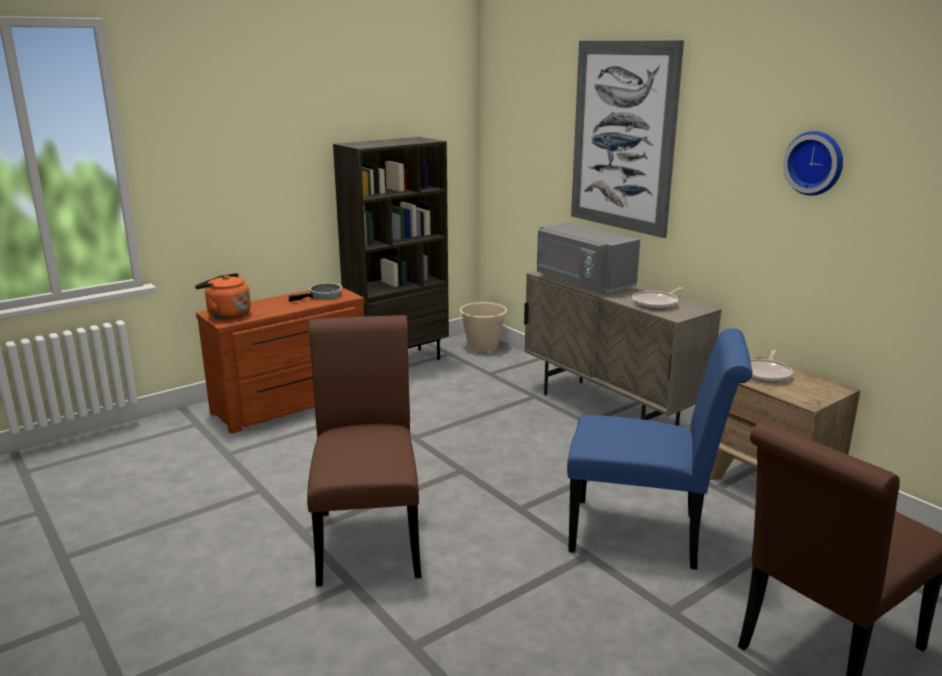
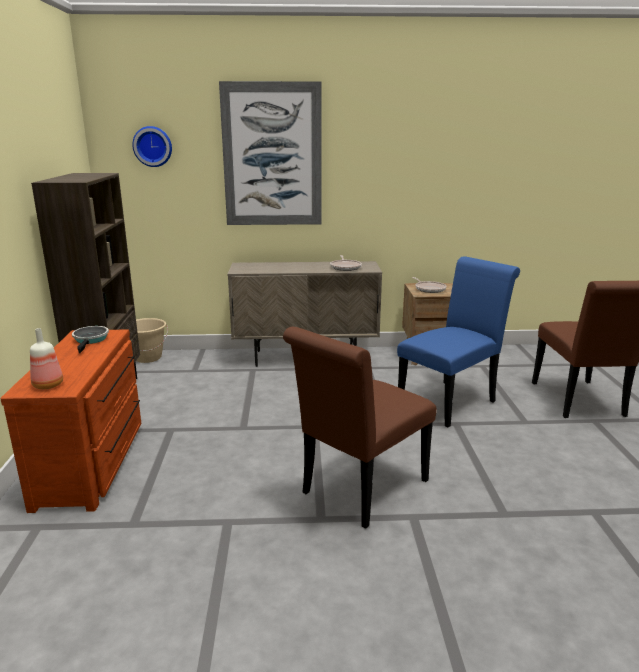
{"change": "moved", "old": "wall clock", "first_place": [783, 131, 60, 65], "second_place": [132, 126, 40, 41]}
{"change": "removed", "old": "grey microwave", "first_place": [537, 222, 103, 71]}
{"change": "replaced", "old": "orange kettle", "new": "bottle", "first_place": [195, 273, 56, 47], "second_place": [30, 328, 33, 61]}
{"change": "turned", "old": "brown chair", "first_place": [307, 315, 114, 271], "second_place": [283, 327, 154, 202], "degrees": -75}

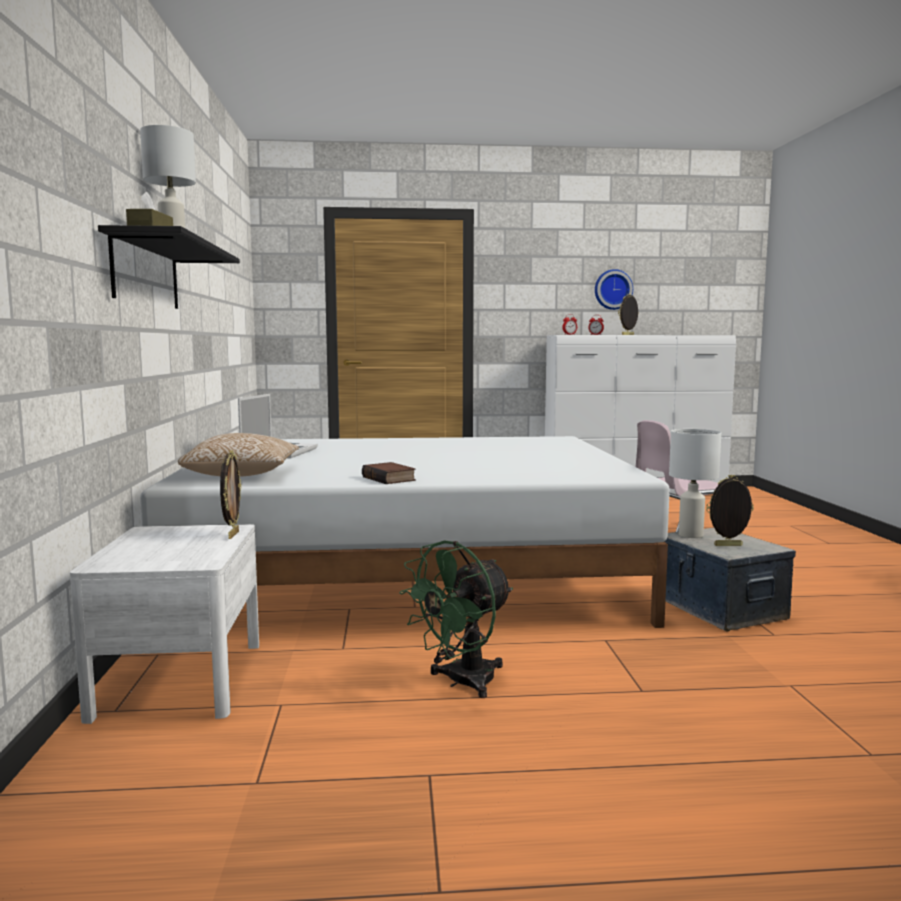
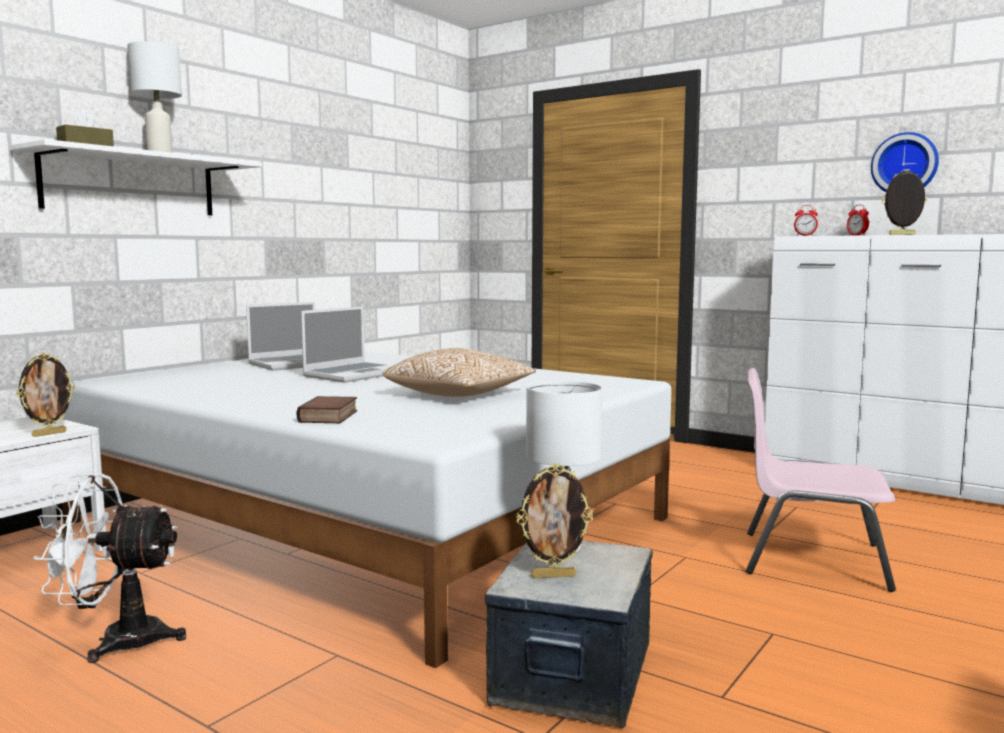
{"change": "recoloured", "old": "black shelf", "new": "white shelf", "first_place": [98, 225, 142, 84], "second_place": [10, 139, 252, 76]}
{"change": "moved", "old": "pillow", "first_place": [178, 433, 121, 44], "second_place": [383, 348, 153, 49]}
{"change": "moved", "old": "book", "first_place": [362, 462, 54, 22], "second_place": [297, 396, 60, 27]}
{"change": "turned", "old": "picture frame", "first_place": [706, 475, 48, 71], "second_place": [517, 463, 76, 115], "degrees": 135}
{"change": "recoloured", "old": "green fan", "new": "white fan", "first_place": [399, 540, 114, 158], "second_place": [33, 473, 153, 190]}
{"change": "added", "new": "laptop", "second_place": [301, 306, 90, 77]}

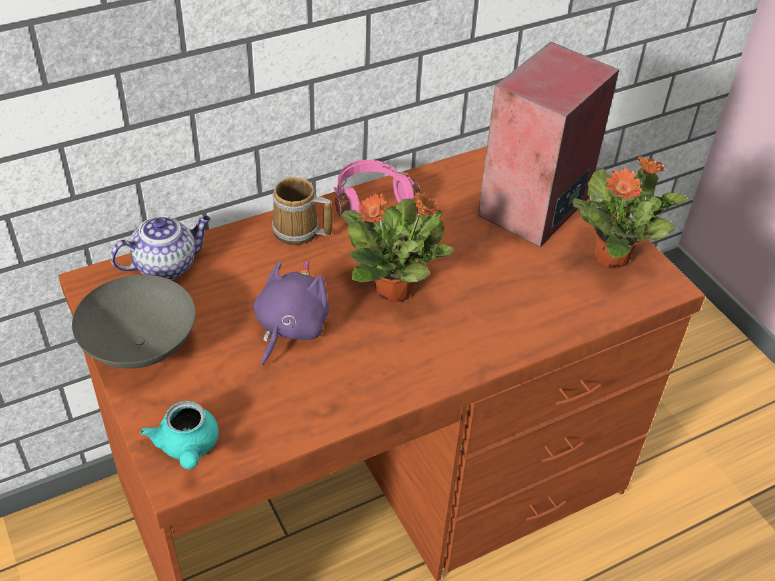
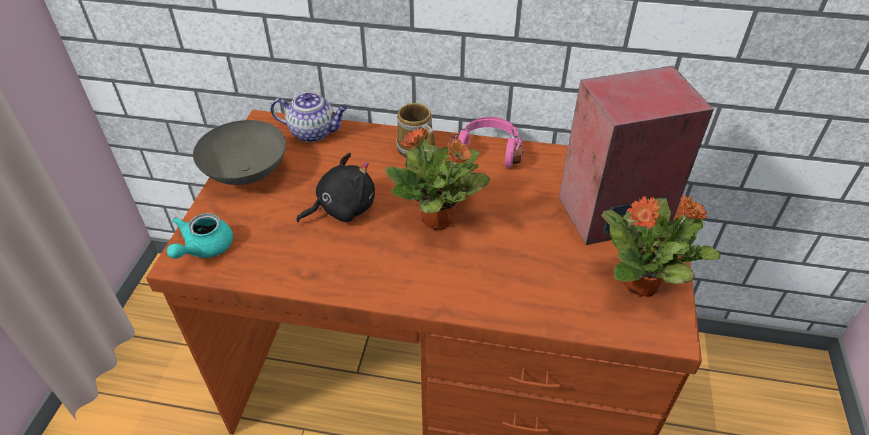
{"change": "recoloured", "old": "purple plush toy", "new": "black plush toy", "first_place": [253, 261, 76, 104], "second_place": [296, 153, 79, 69]}

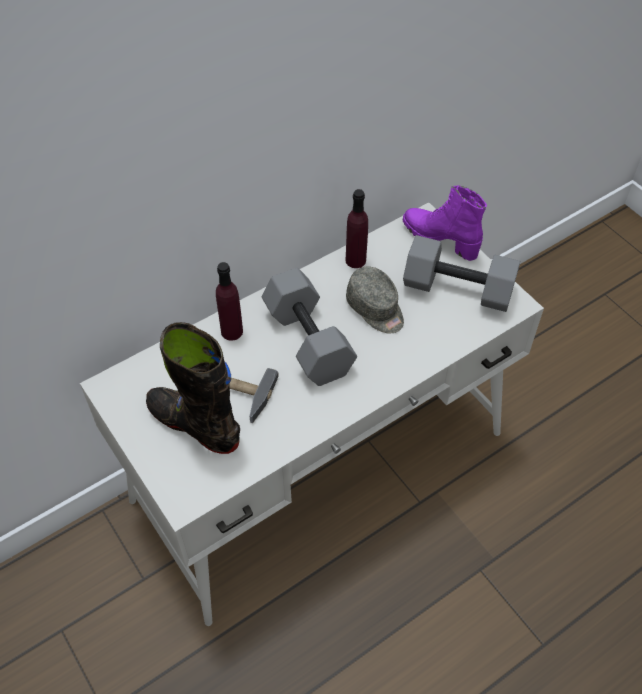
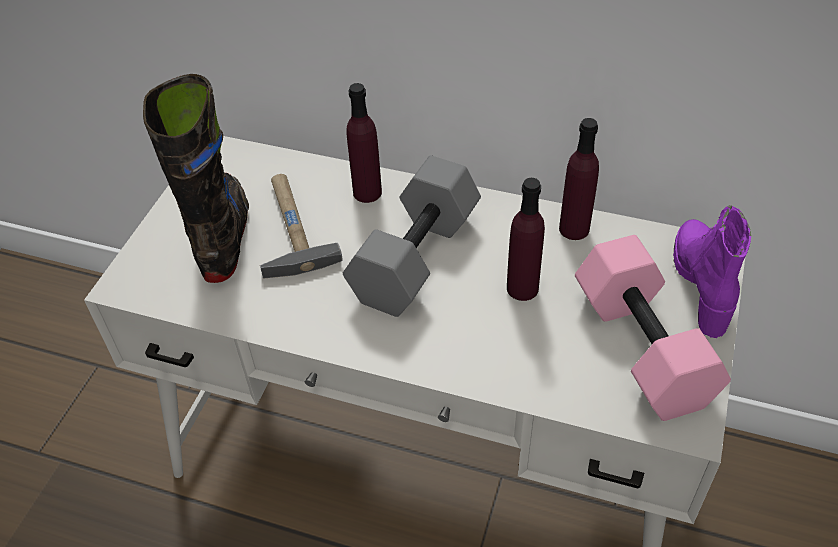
{"change": "recoloured", "old": "grey dumbbell", "new": "pink dumbbell", "first_place": [403, 235, 117, 77], "second_place": [575, 235, 156, 186]}
{"change": "replaced", "old": "grey cap", "new": "purple bottle", "first_place": [346, 267, 58, 66], "second_place": [507, 178, 38, 123]}

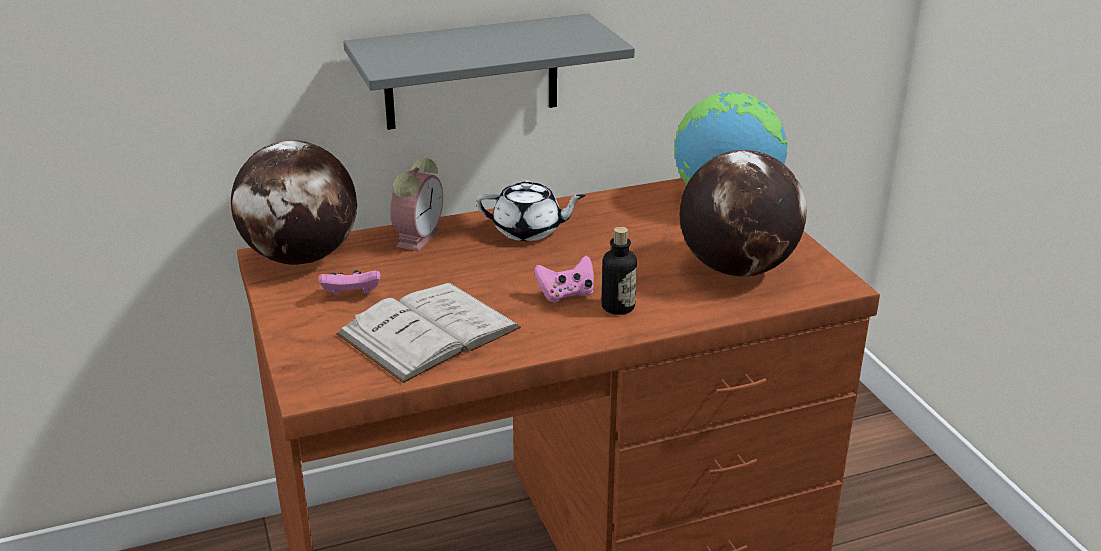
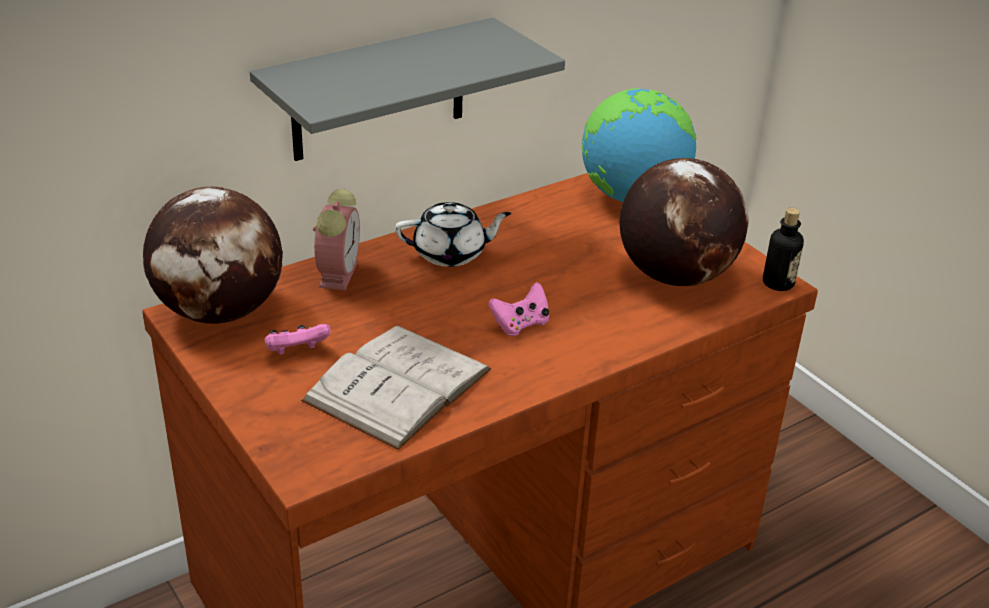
{"change": "moved", "old": "bottle", "first_place": [601, 227, 36, 88], "second_place": [763, 208, 41, 83]}

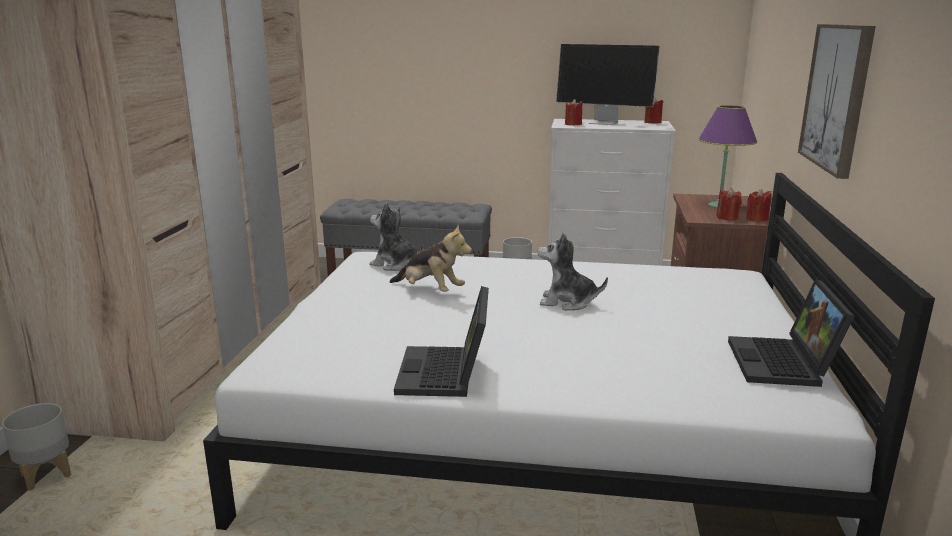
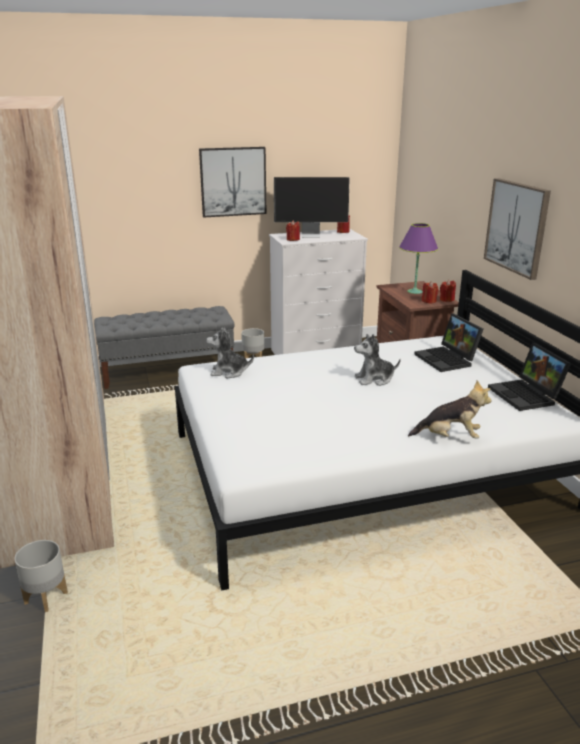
{"change": "moved", "old": "plush toy", "first_place": [390, 225, 82, 67], "second_place": [408, 380, 84, 59]}
{"change": "moved", "old": "laptop", "first_place": [394, 286, 95, 111], "second_place": [414, 313, 69, 59]}
{"change": "added", "new": "picture", "second_place": [199, 147, 68, 70]}

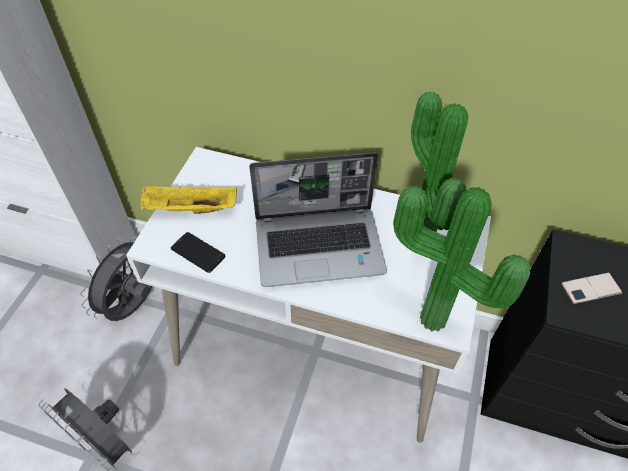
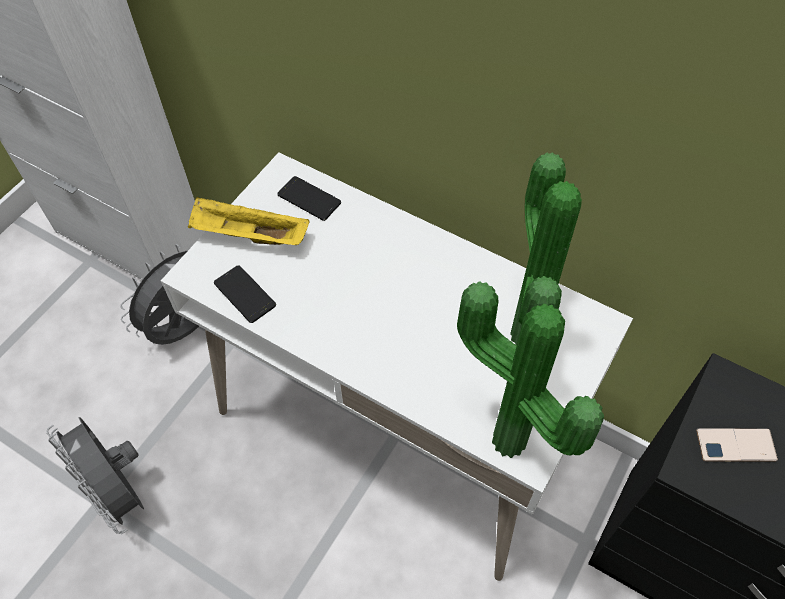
{"change": "removed", "old": "laptop", "first_place": [249, 152, 138, 135]}
{"change": "added", "new": "phone", "second_place": [277, 176, 64, 45]}

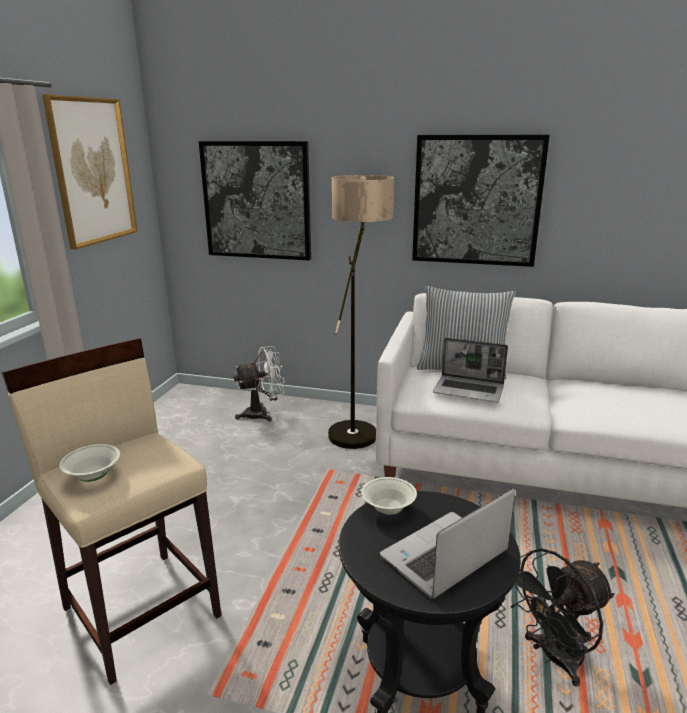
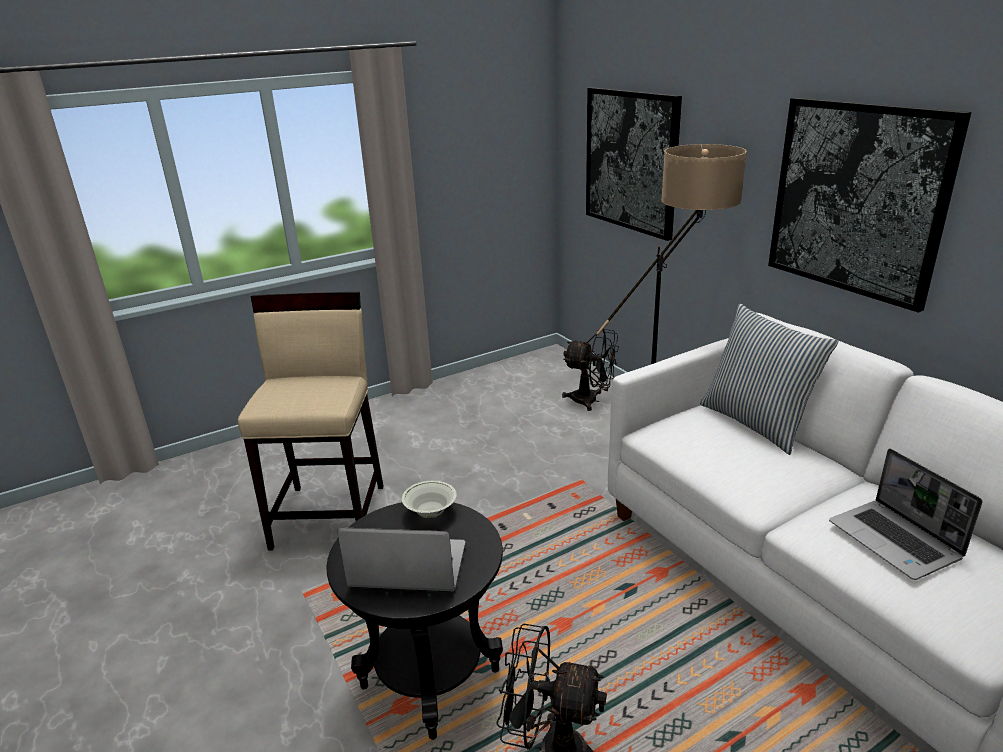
{"change": "removed", "old": "picture", "first_place": [42, 94, 95, 155]}
{"change": "moved", "old": "laptop", "first_place": [433, 338, 75, 64], "second_place": [829, 448, 153, 132]}
{"change": "recoloured", "old": "white fan", "new": "black fan", "first_place": [234, 346, 51, 76], "second_place": [562, 329, 57, 82]}
{"change": "removed", "old": "white bowl", "first_place": [59, 444, 61, 38]}

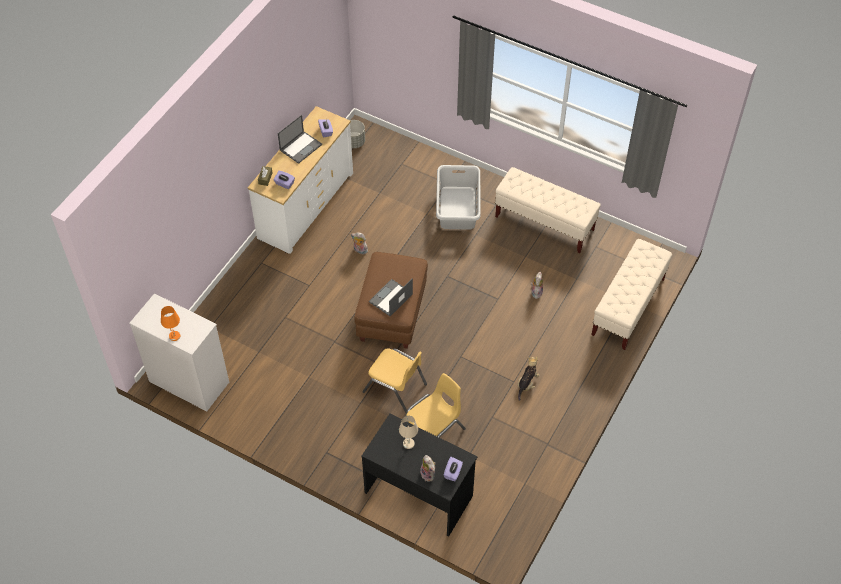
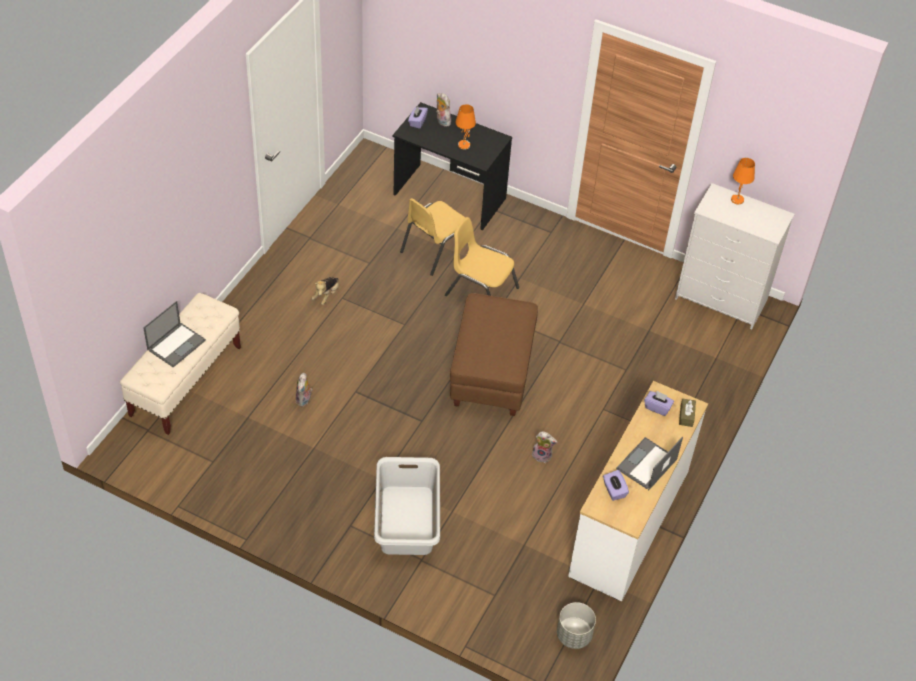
{"change": "removed", "old": "beige bench", "first_place": [495, 167, 106, 86]}
{"change": "moved", "old": "laptop", "first_place": [369, 278, 44, 38], "second_place": [143, 301, 63, 66]}
{"change": "recoloured", "old": "beige table lamp", "new": "orange table lamp", "first_place": [399, 416, 19, 33], "second_place": [456, 104, 20, 46]}

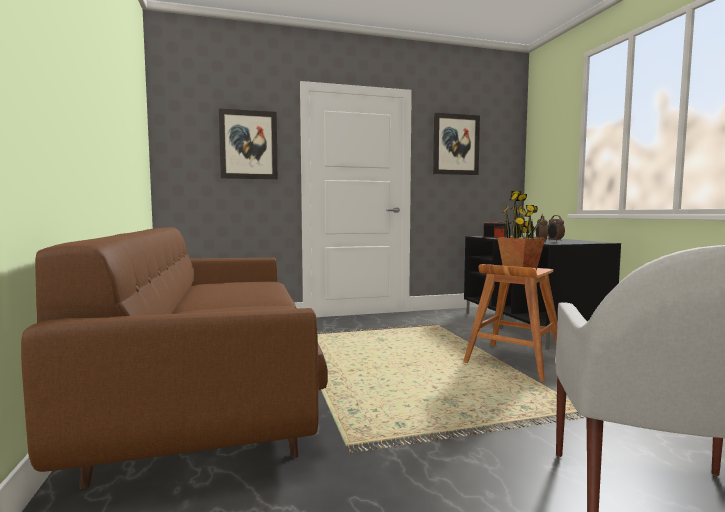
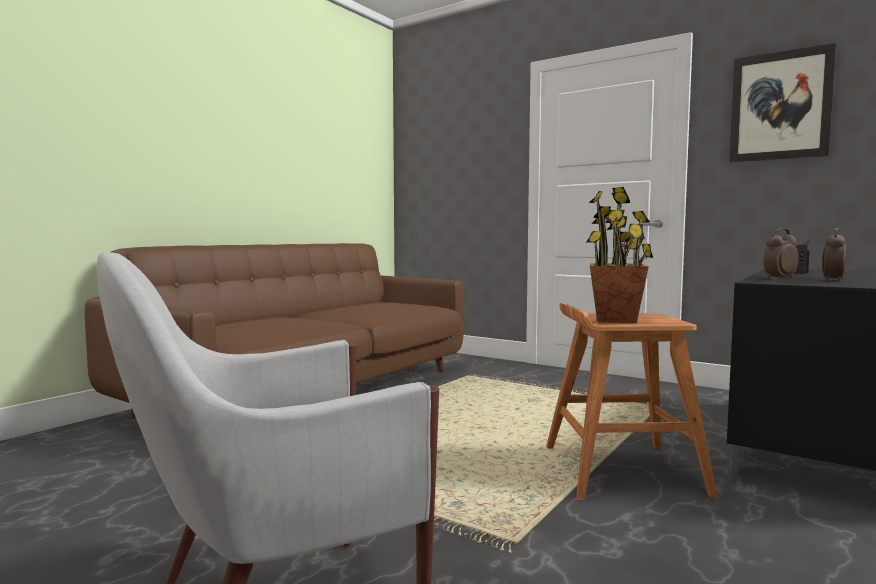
{"change": "removed", "old": "picture", "first_place": [219, 108, 59, 72]}

